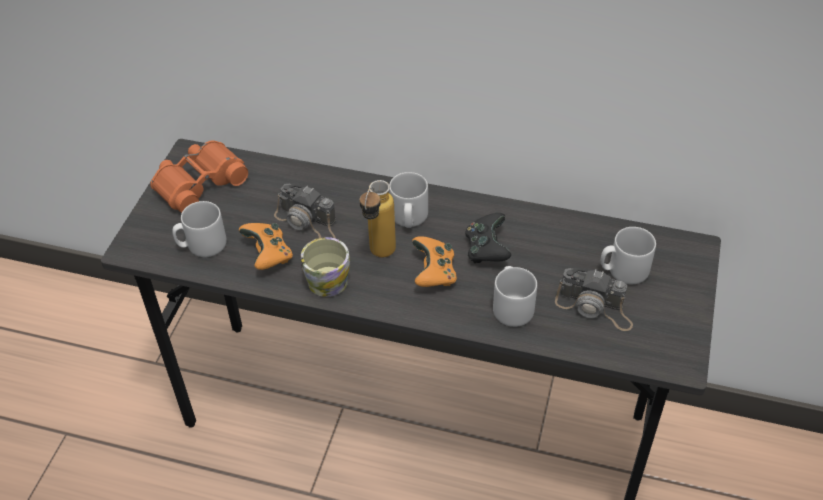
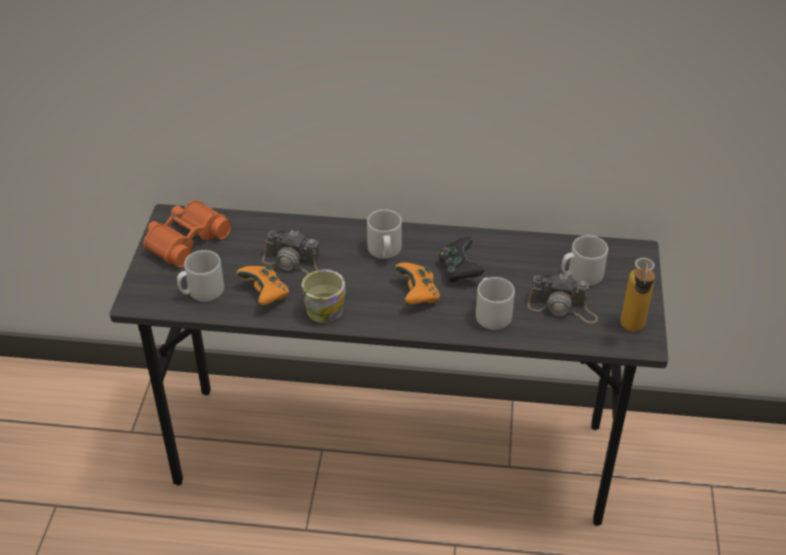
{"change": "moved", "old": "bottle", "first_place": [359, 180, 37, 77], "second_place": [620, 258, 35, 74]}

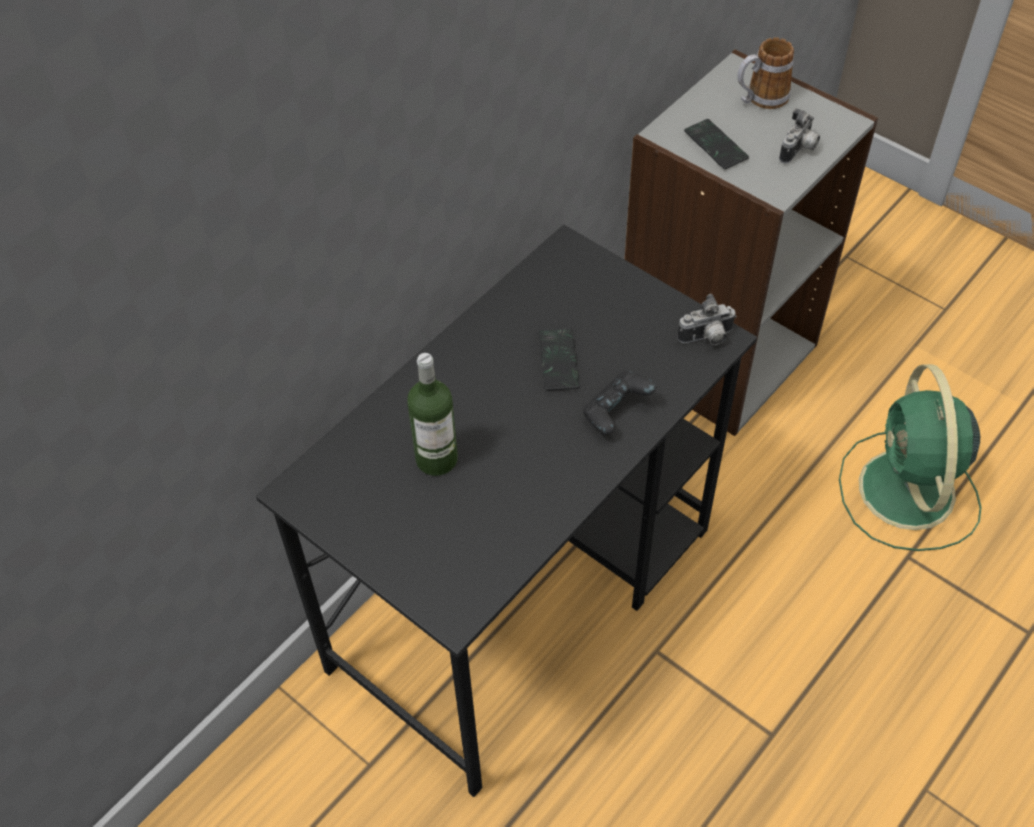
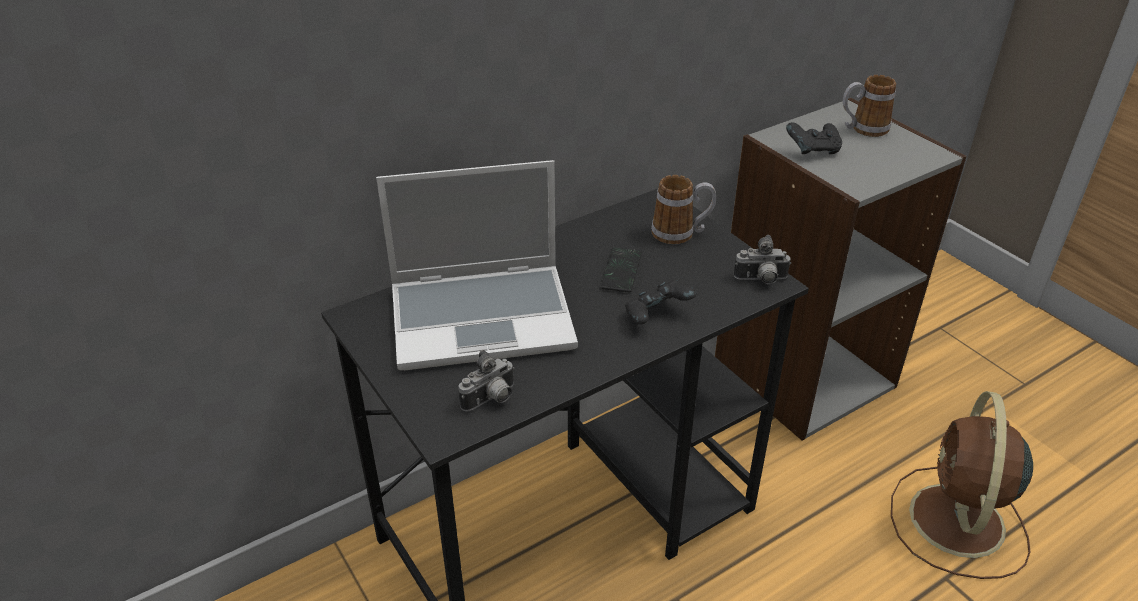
{"change": "moved", "old": "photo camera", "first_place": [779, 108, 41, 55], "second_place": [458, 350, 57, 61]}
{"change": "replaced", "old": "phone", "new": "black game controller", "first_place": [684, 119, 65, 50], "second_place": [786, 122, 56, 32]}
{"change": "replaced", "old": "bottle", "new": "laptop", "first_place": [407, 353, 51, 123], "second_place": [376, 160, 202, 210]}
{"change": "recoloured", "old": "green fan", "new": "brown fan", "first_place": [839, 364, 143, 187], "second_place": [891, 391, 142, 188]}
{"change": "added", "new": "mug", "second_place": [651, 175, 65, 69]}

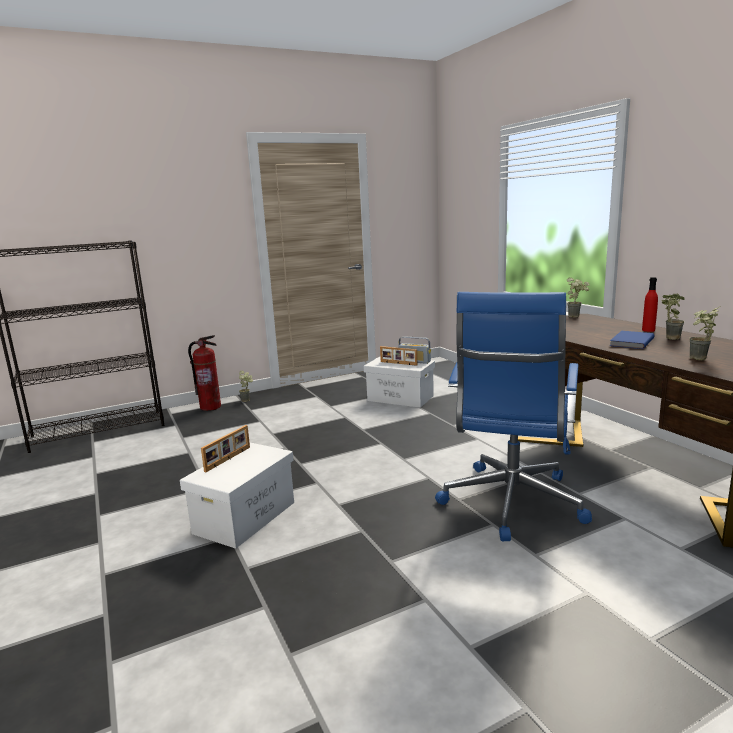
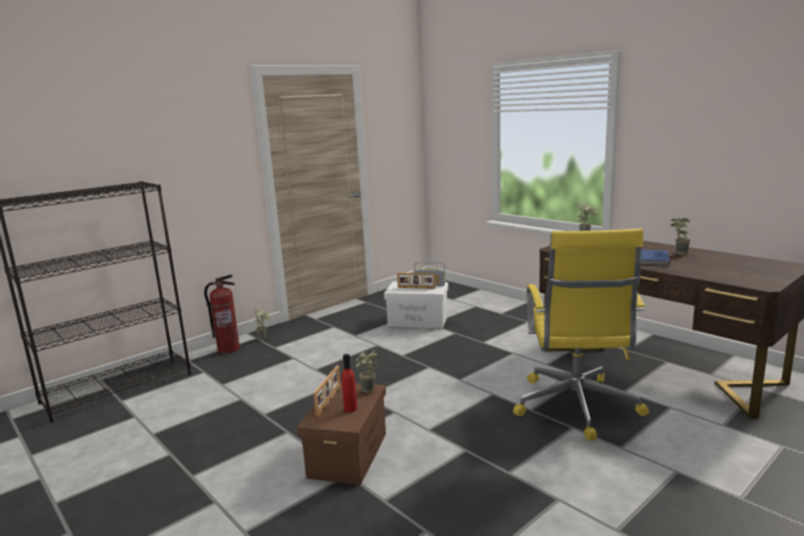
{"change": "moved", "old": "red bottle", "first_place": [642, 277, 16, 55], "second_place": [342, 354, 15, 58]}
{"change": "recoloured", "old": "blue office chair", "new": "yellow office chair", "first_place": [435, 292, 157, 249], "second_place": [513, 229, 136, 212]}
{"change": "moved", "old": "potted plant", "first_place": [689, 306, 31, 54], "second_place": [355, 348, 23, 45]}
{"change": "recoloured", "old": "white storage box", "new": "brown storage box", "first_place": [180, 443, 114, 106], "second_place": [297, 382, 89, 103]}

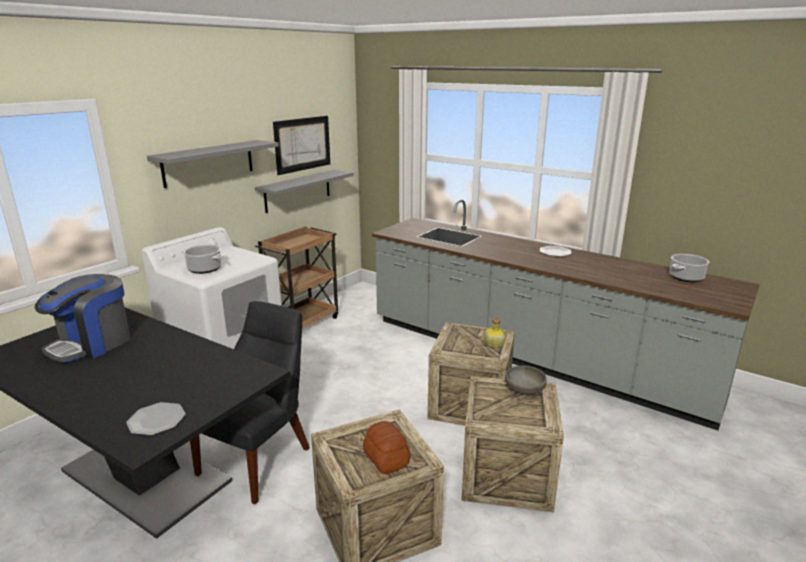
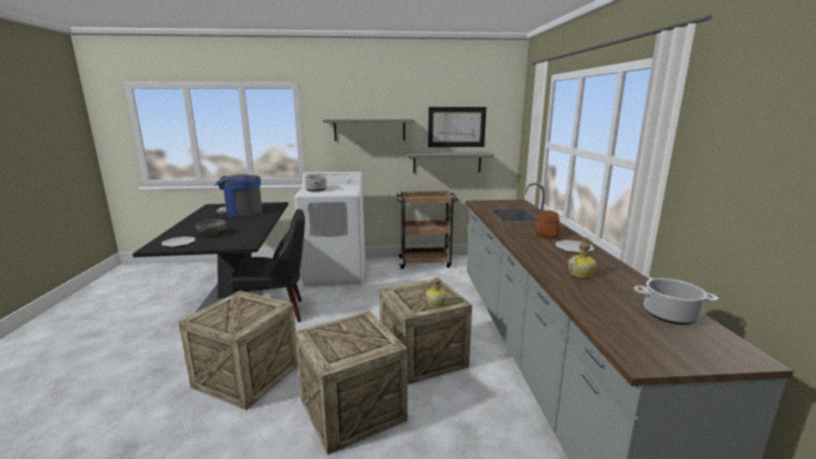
{"change": "moved", "old": "grey bowl", "first_place": [505, 366, 42, 29], "second_place": [196, 219, 30, 17]}
{"change": "moved", "old": "bread", "first_place": [363, 421, 47, 53], "second_place": [535, 210, 25, 28]}
{"change": "added", "new": "bottle", "second_place": [568, 243, 29, 35]}

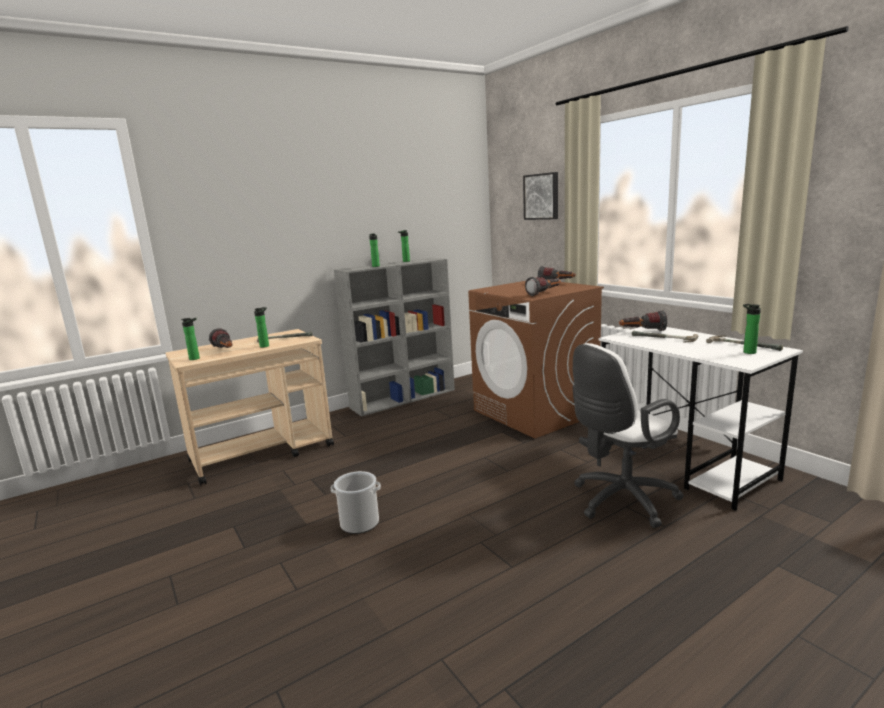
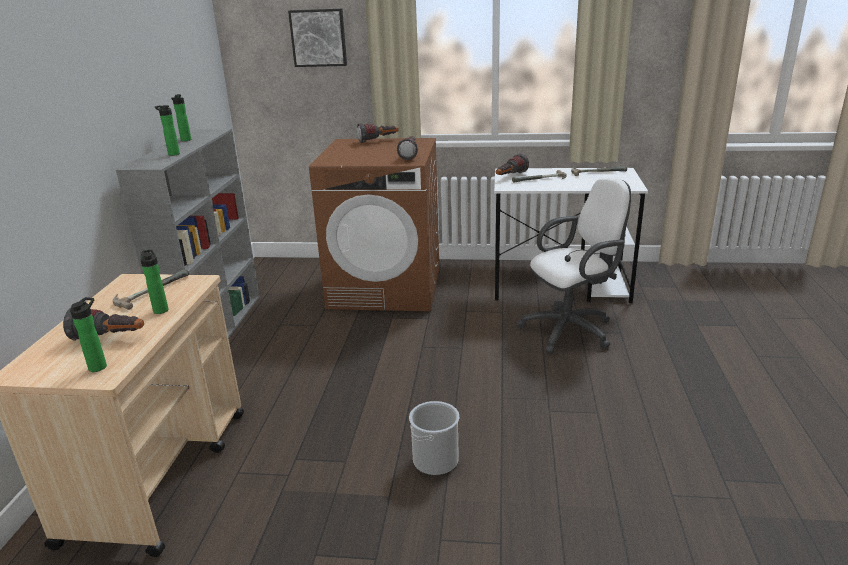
{"change": "removed", "old": "bottle", "first_place": [743, 304, 18, 50]}
{"change": "turned", "old": "white office chair", "first_place": [573, 343, 111, 185], "second_place": [517, 178, 114, 176], "degrees": -120}

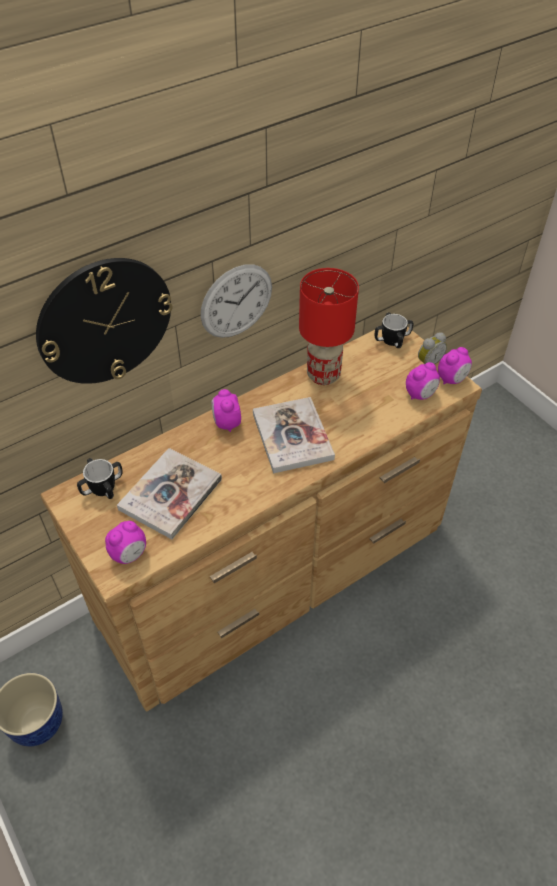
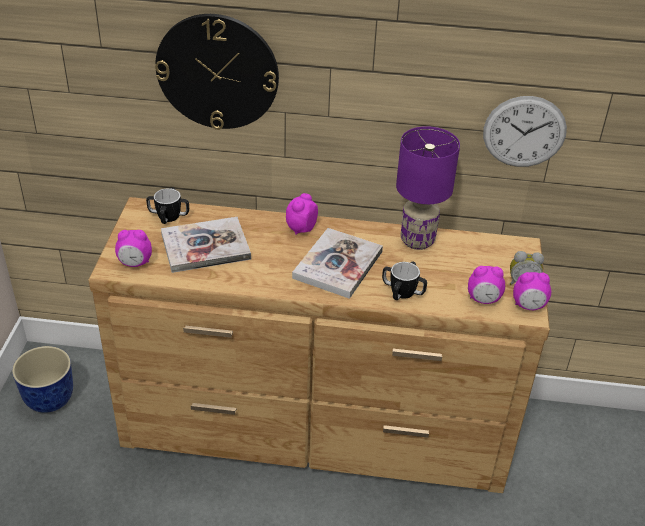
{"change": "moved", "old": "wall clock", "first_place": [201, 264, 71, 74], "second_place": [483, 96, 84, 71]}
{"change": "recoloured", "old": "red table lamp", "new": "purple table lamp", "first_place": [299, 268, 60, 117], "second_place": [396, 126, 64, 124]}
{"change": "moved", "old": "mug", "first_place": [374, 312, 40, 36], "second_place": [382, 262, 45, 38]}

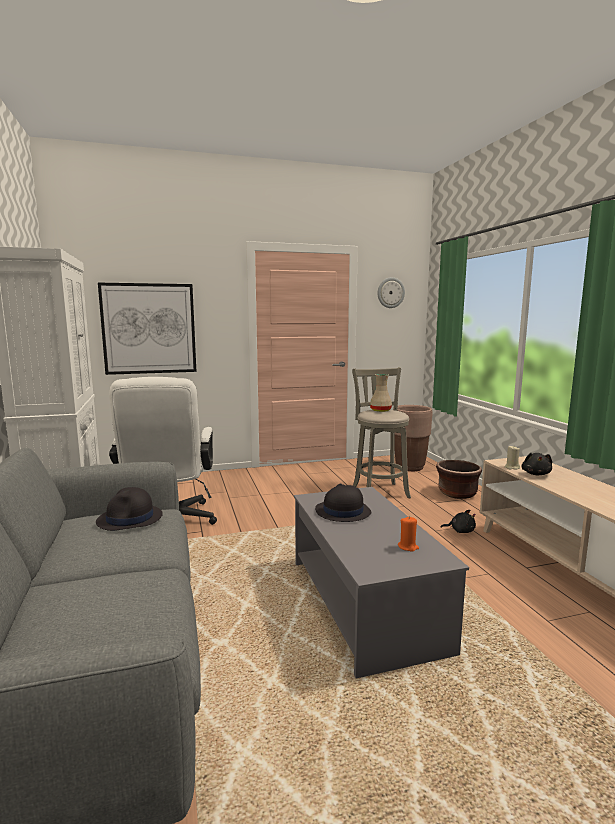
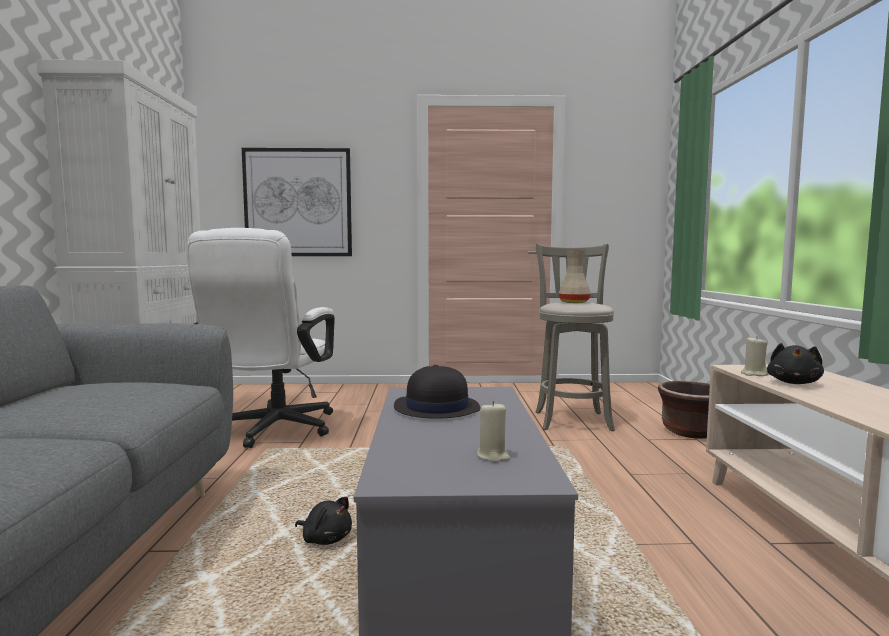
{"change": "removed", "old": "wall clock", "first_place": [377, 277, 28, 31]}
{"change": "removed", "old": "brown planter", "first_place": [393, 405, 39, 66]}
{"change": "removed", "old": "black hat", "first_place": [96, 487, 67, 44]}
{"change": "moved", "old": "black plush toy", "first_place": [441, 510, 35, 23], "second_place": [295, 497, 57, 48]}
{"change": "recoloured", "old": "orange candle", "new": "beige candle", "first_place": [398, 516, 21, 36], "second_place": [477, 401, 33, 61]}

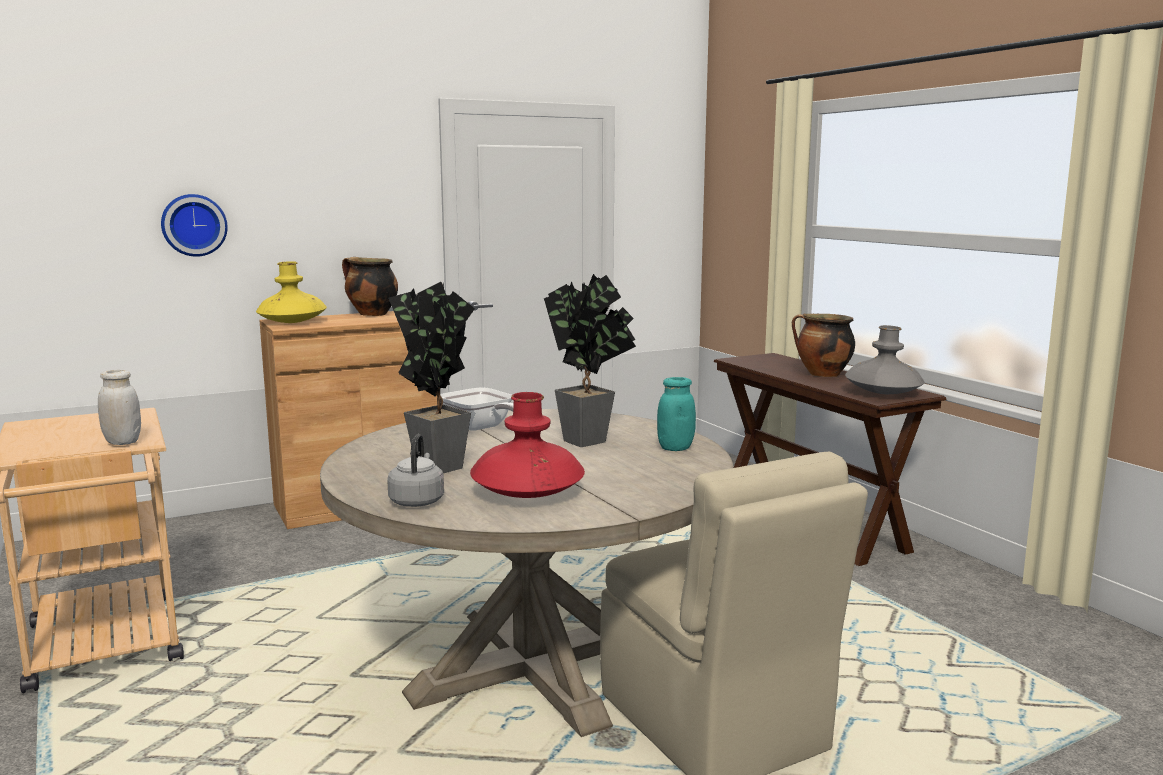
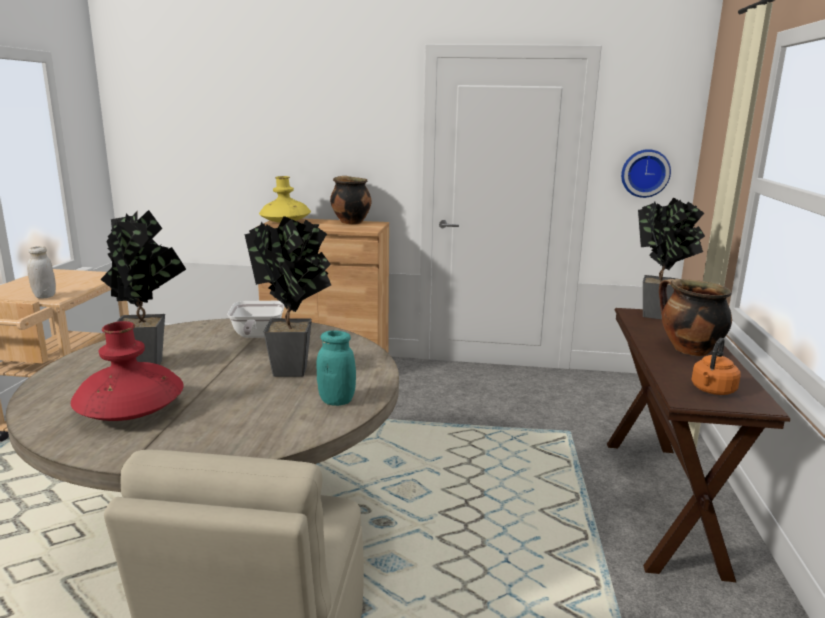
{"change": "moved", "old": "wall clock", "first_place": [161, 194, 67, 63], "second_place": [621, 149, 50, 49]}
{"change": "replaced", "old": "grey vase", "new": "orange kettle", "first_place": [845, 325, 80, 69], "second_place": [691, 338, 50, 57]}
{"change": "removed", "old": "grey kettle", "first_place": [387, 434, 57, 73]}
{"change": "added", "new": "potted plant", "second_place": [638, 198, 67, 122]}

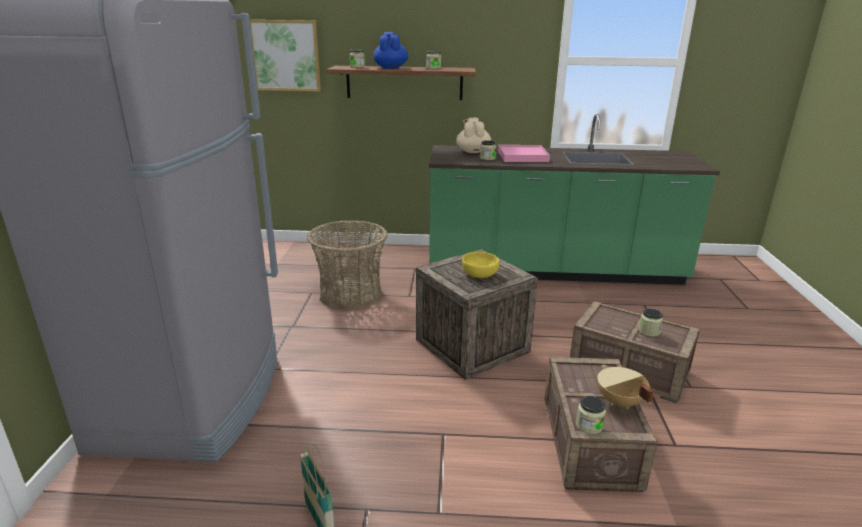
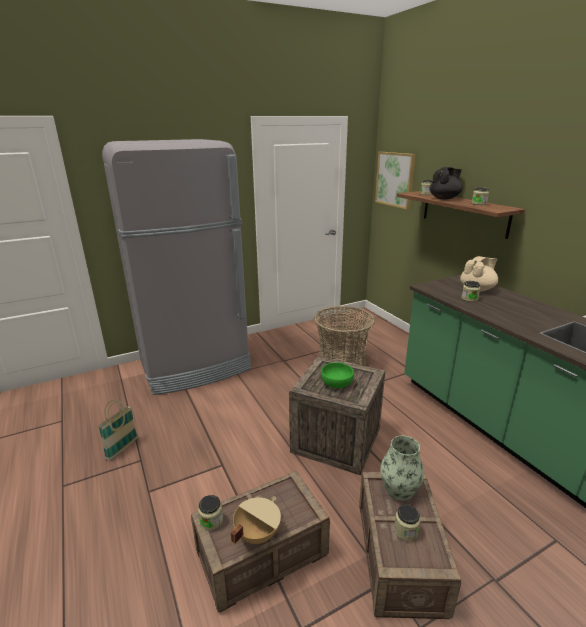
{"change": "recoloured", "old": "blue teapot", "new": "black teapot", "first_place": [373, 32, 35, 37], "second_place": [430, 167, 33, 32]}
{"change": "removed", "old": "pink tray", "first_place": [498, 145, 52, 17]}
{"change": "recoloured", "old": "yellow bowl", "new": "green bowl", "first_place": [462, 252, 38, 26], "second_place": [321, 362, 33, 26]}
{"change": "added", "new": "vase", "second_place": [380, 436, 44, 65]}

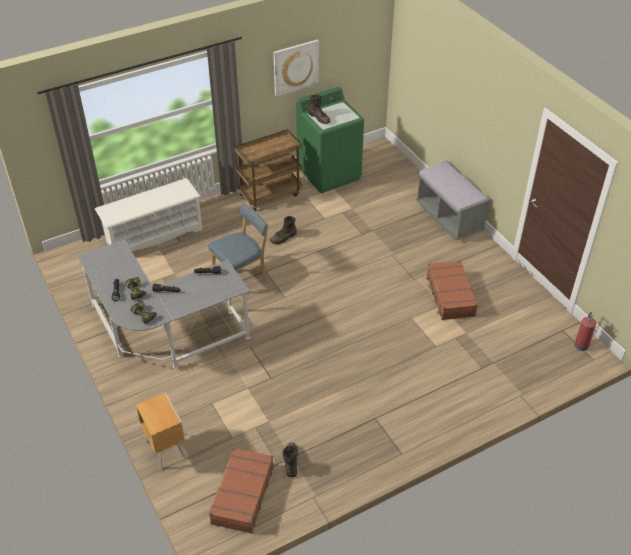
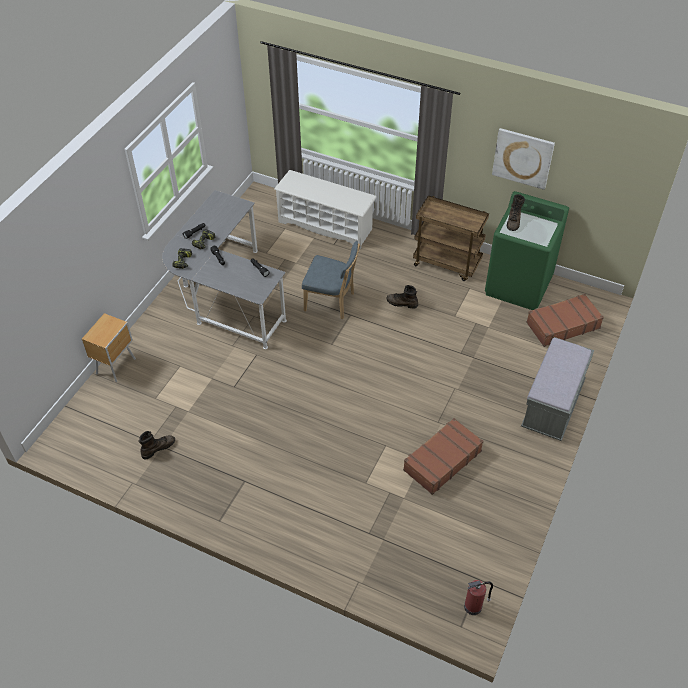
{"change": "moved", "old": "brown suitcase", "first_place": [209, 448, 65, 86], "second_place": [526, 294, 78, 53]}

